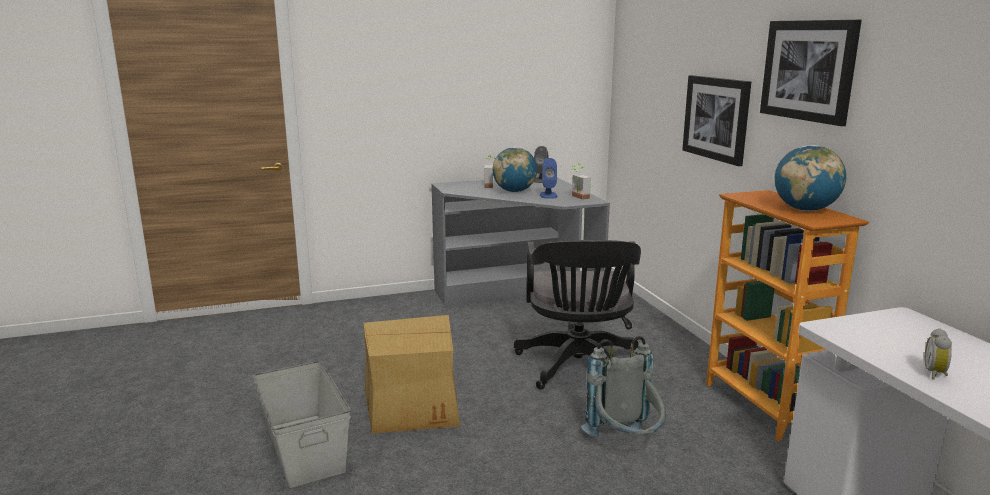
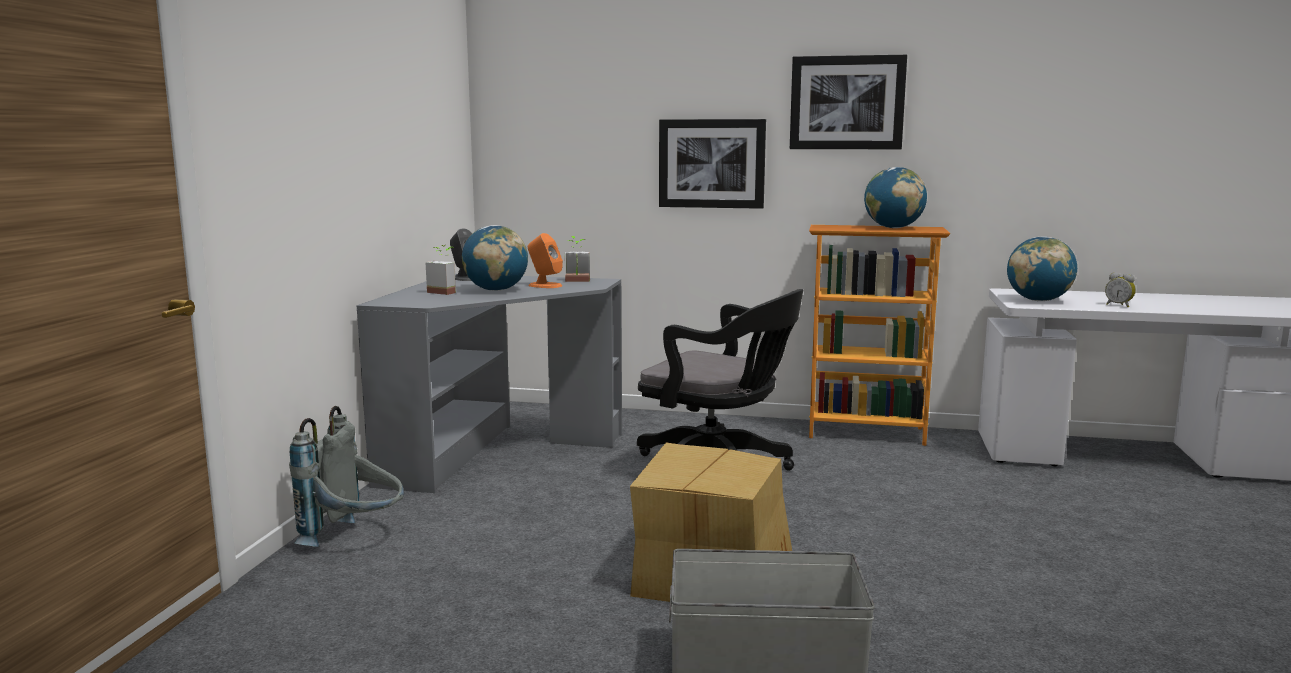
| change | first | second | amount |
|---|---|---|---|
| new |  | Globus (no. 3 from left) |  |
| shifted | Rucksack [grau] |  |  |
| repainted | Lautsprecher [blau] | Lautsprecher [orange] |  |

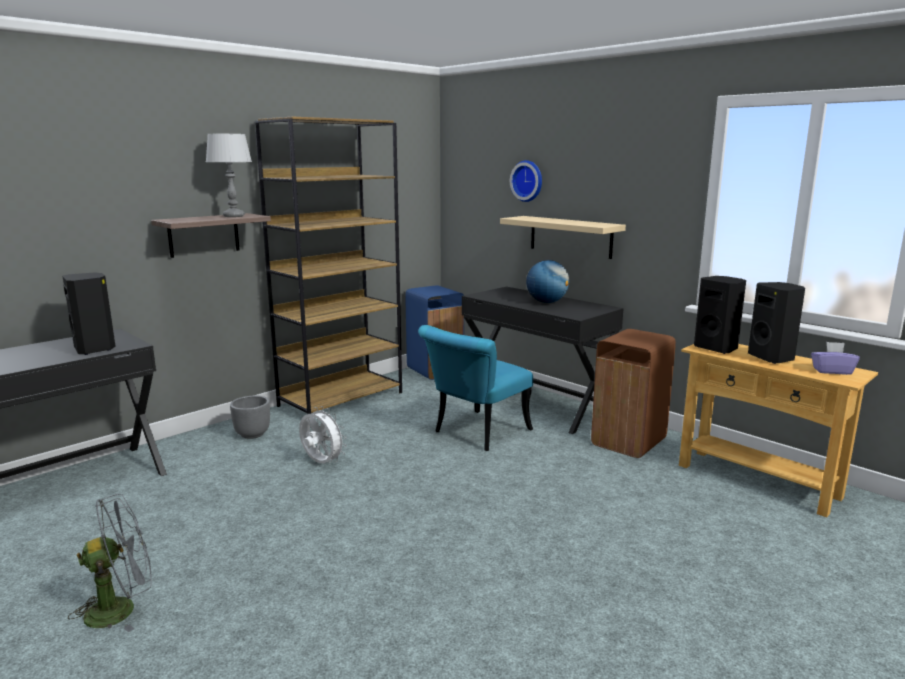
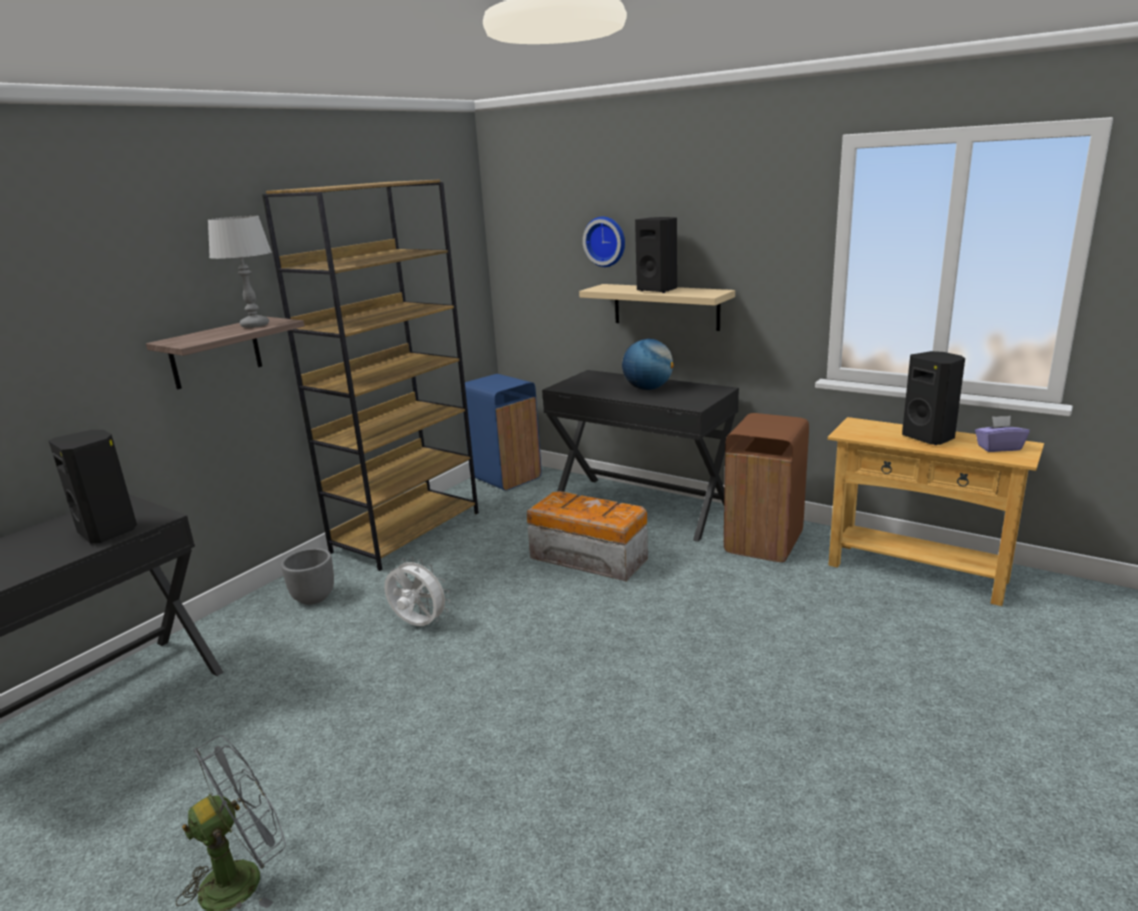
| change | first | second | amount |
|---|---|---|---|
| shifted | Lautsprecher [schwarz] (no. 2 from left) |  |  |
| swapped | Stuhl [türkis] | Aufbewahrungsbox |  |

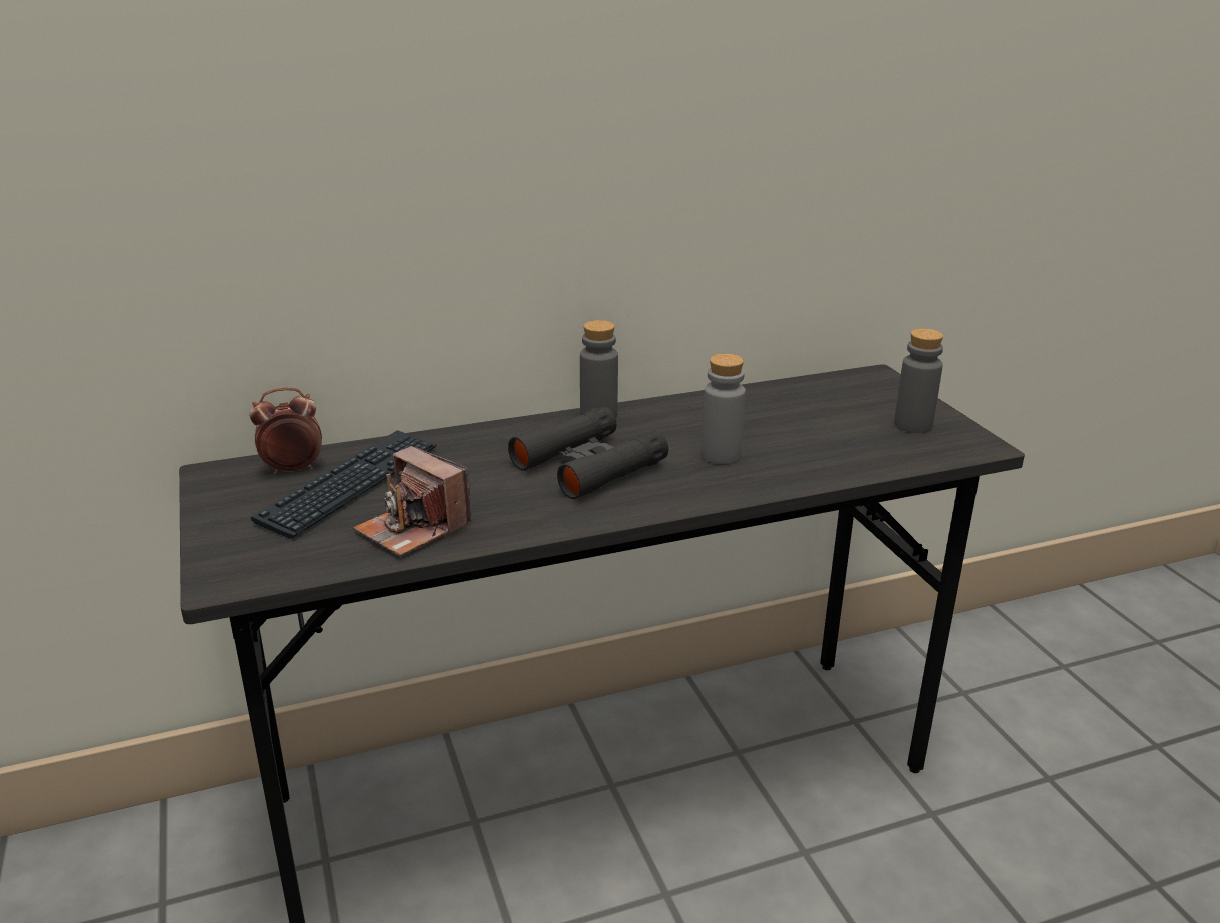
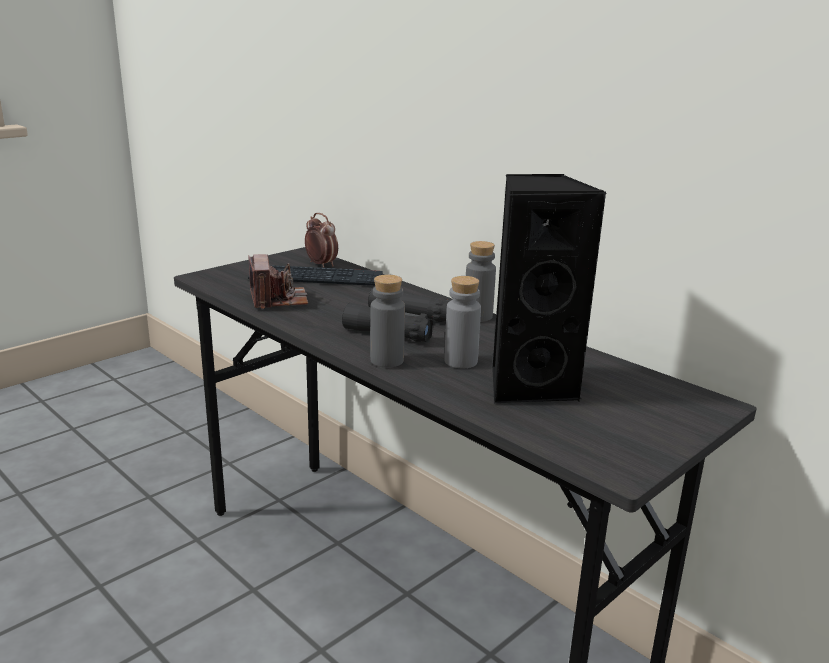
| change | first | second | amount |
|---|---|---|---|
| new |  | Lautsprecher [schwarz] |  |
| shifted | Flasche [grau] (no. 3 from left in the first image) | Flasche [grau] (no. 1 from left) |  |
| rotated | Kamera |  | 150 degrees clockwise |

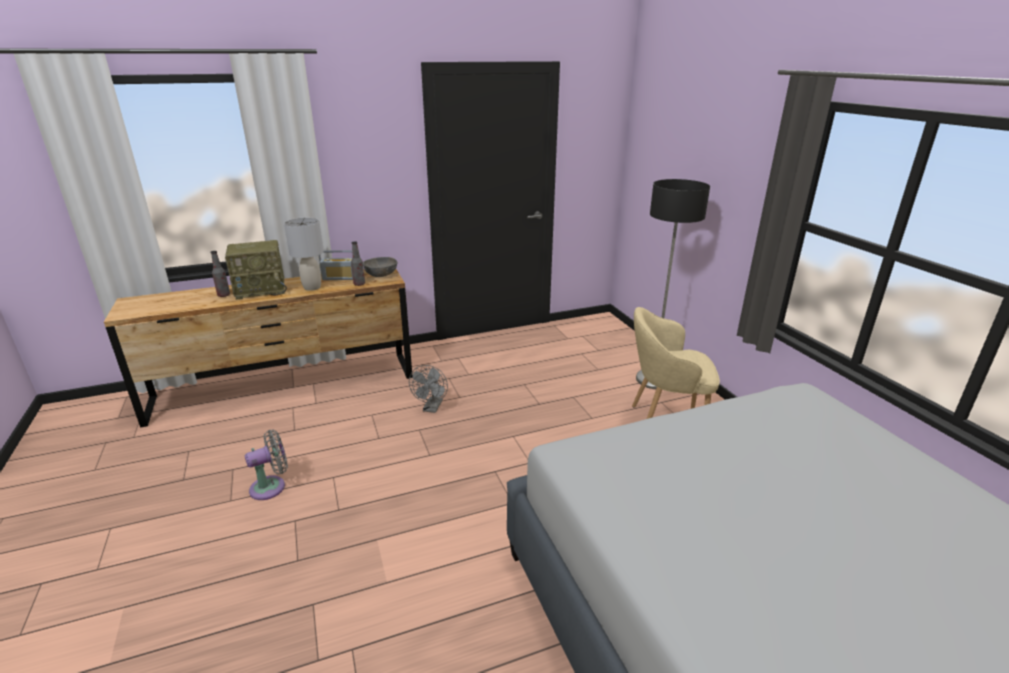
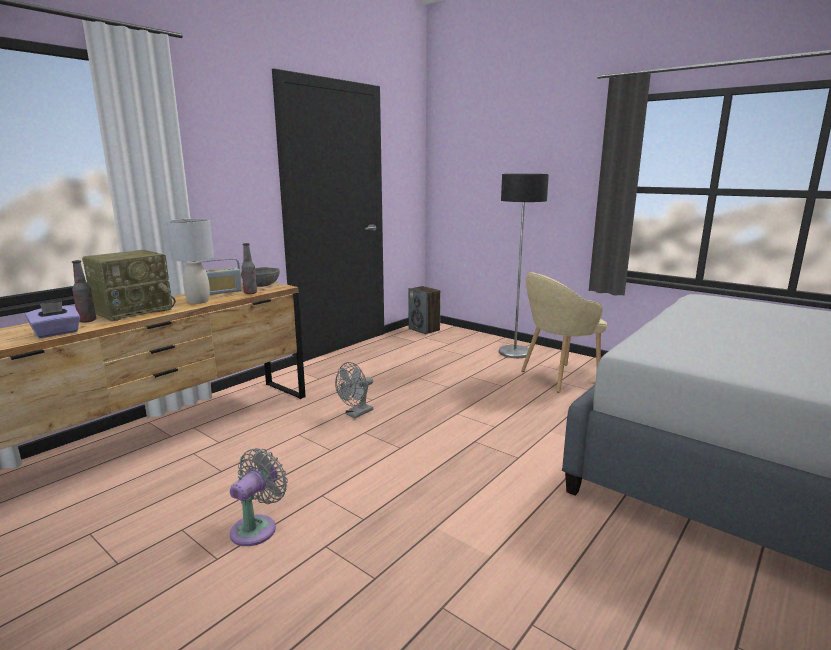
| change | first | second | amount |
|---|---|---|---|
| new |  | Taschentuchbox [lila] |  |
| new |  | Lautsprecher |  |
| rotated | Ventilator [grau] (no. 2 from left) |  | 60 degrees clockwise |

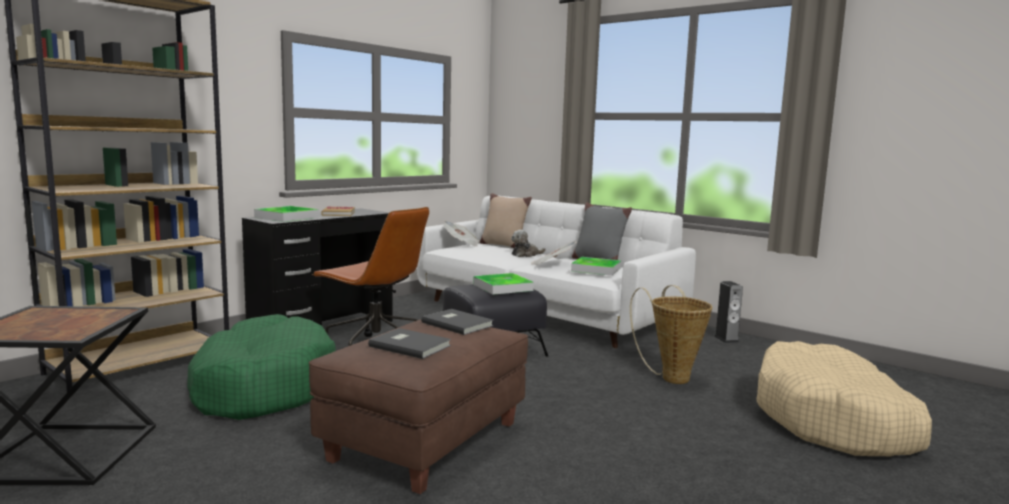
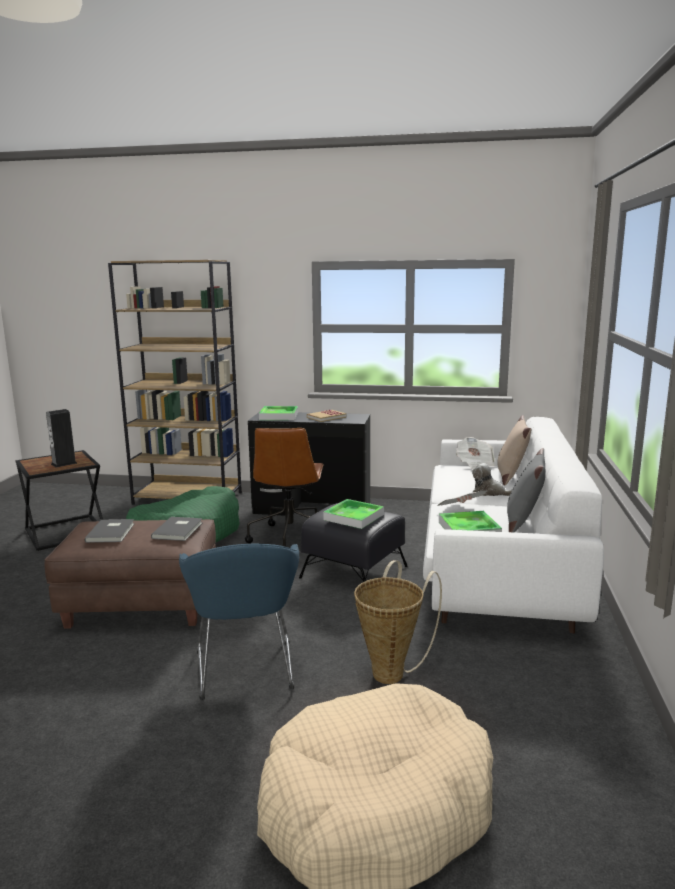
| change | first | second | amount |
|---|---|---|---|
| new |  | Sessel [blau] |  |
| shifted | Lautsprecher |  |  |

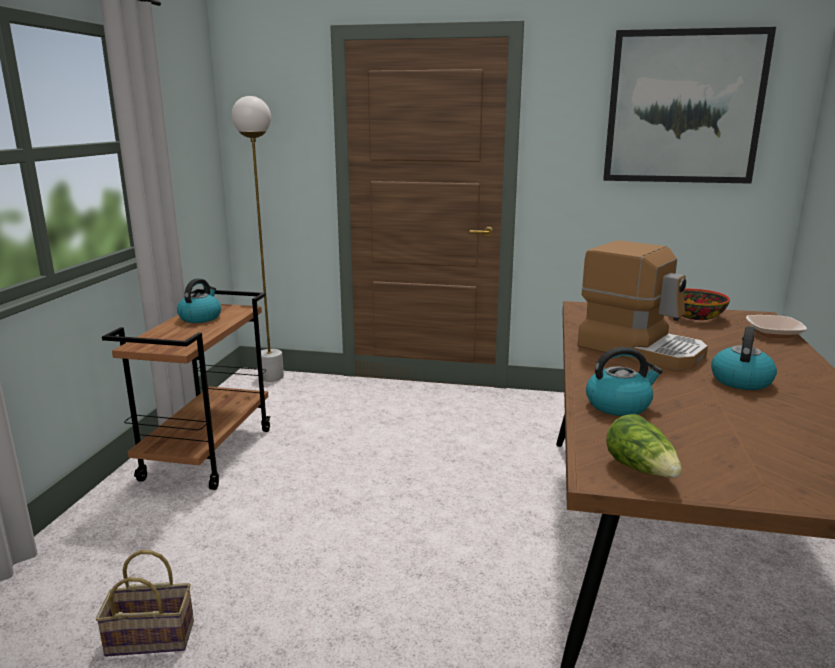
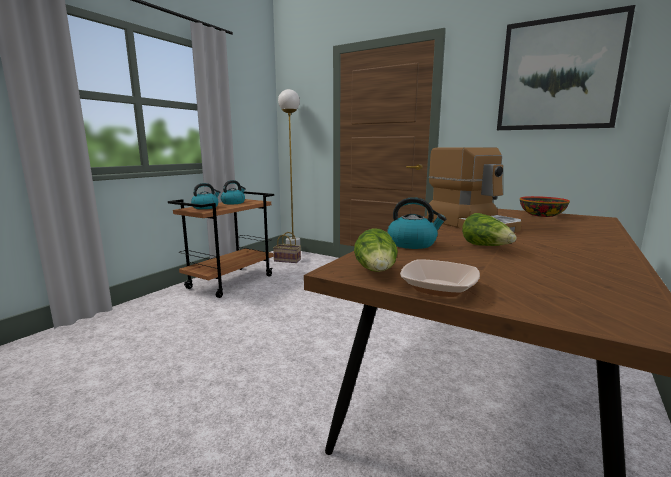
| change | first | second | amount |
|---|---|---|---|
| new |  | Salatkopf (no. 2 from left) |  |
| shifted | Korb |  |  |
| shifted | Wasserkessel (no. 3 from left in the first image) | Wasserkessel (no. 1 from left) |  |
| shifted | Schüssel (no. 2 from left in the first image) | Schüssel (no. 1 from left) |  |

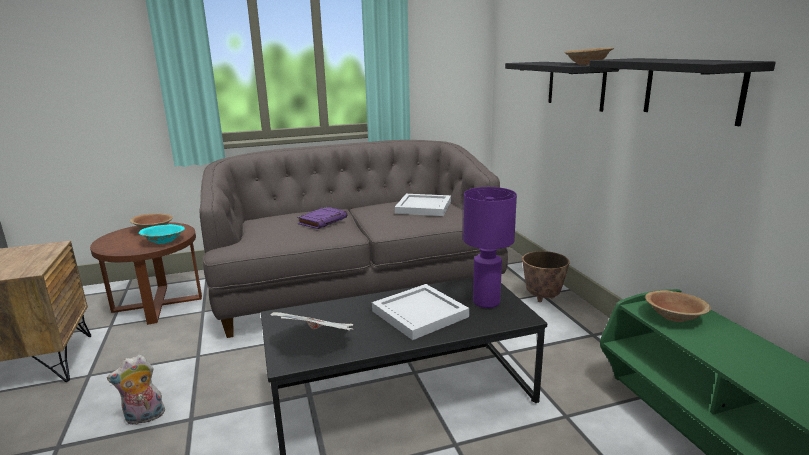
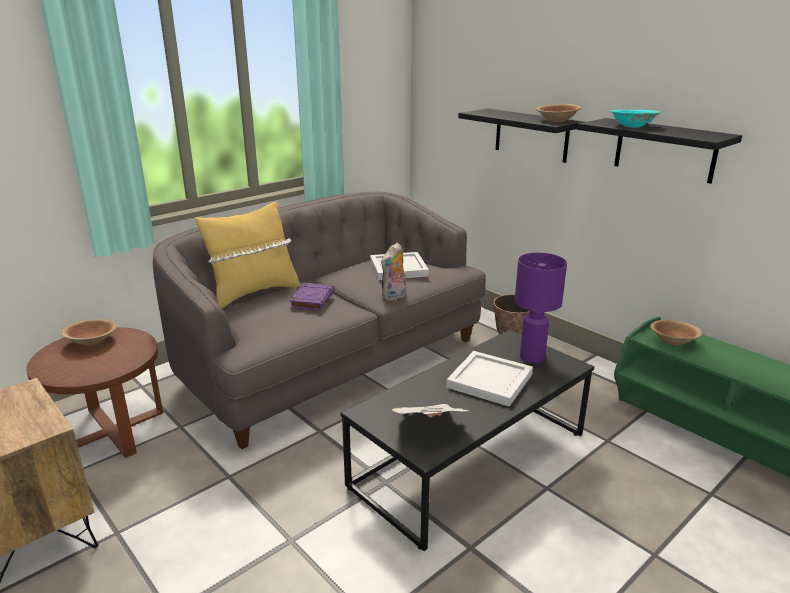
| change | first | second | amount |
|---|---|---|---|
| new |  | Kissen [gelb] |  |
| shifted | Plüschtier |  |  |
| shifted | Schüssel [türkis] |  |  |

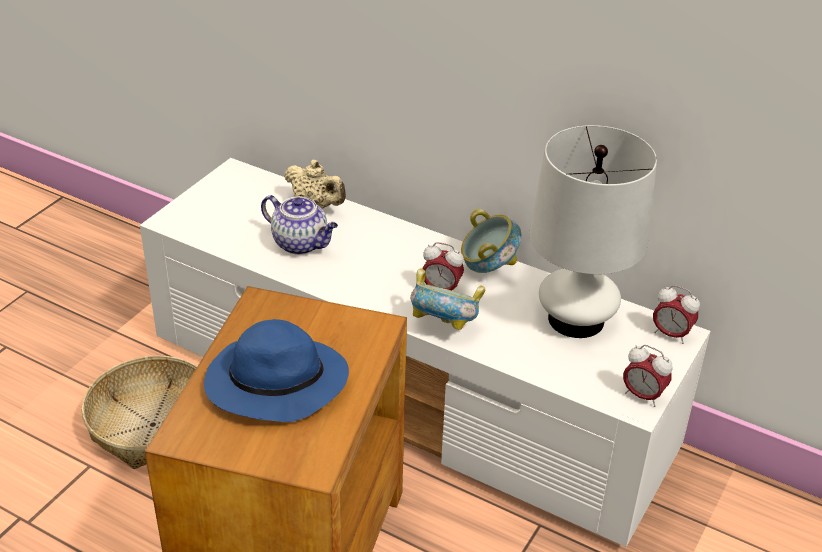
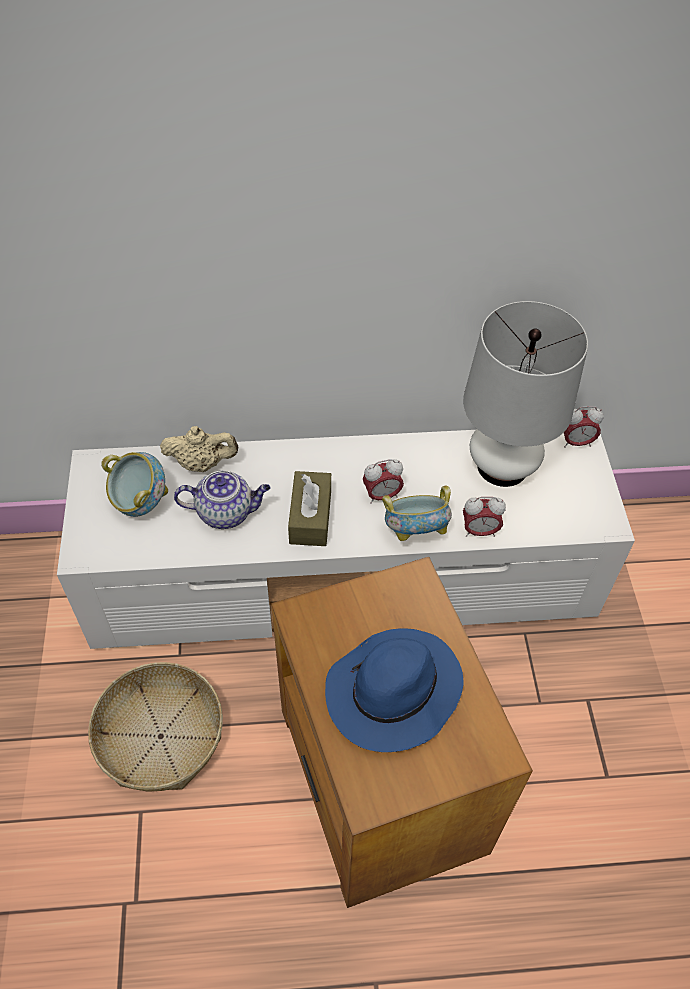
| change | first | second | amount |
|---|---|---|---|
| new |  | Taschentuchbox [braun] |  |
| shifted | Schüssel (no. 2 from left in the first image) | Schüssel (no. 1 from left) |  |
| shifted | Wecker (no. 2 from left) |  |  |

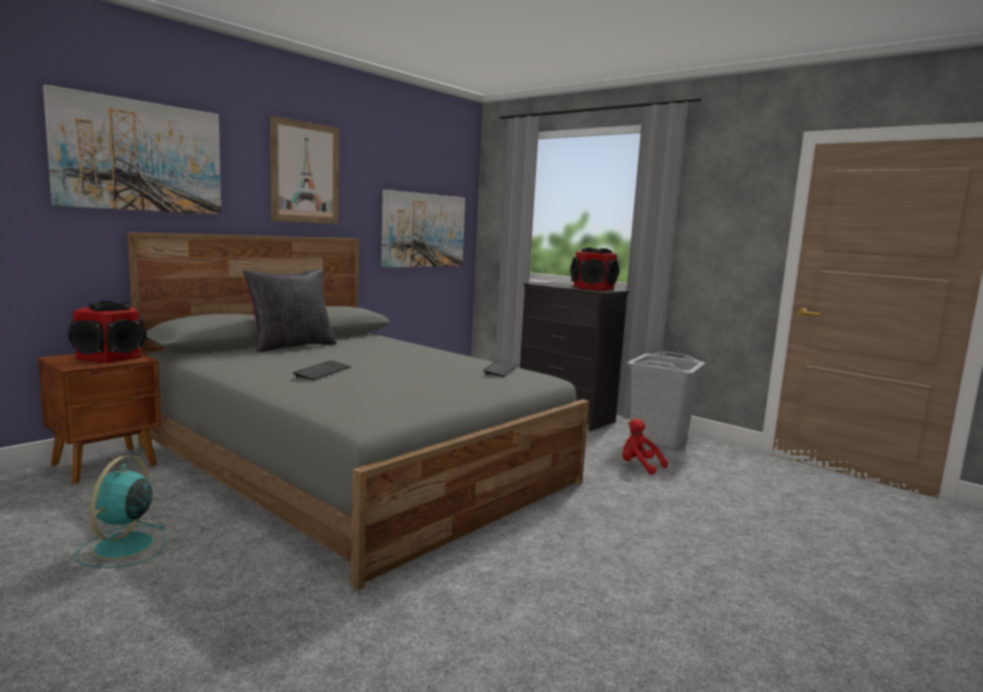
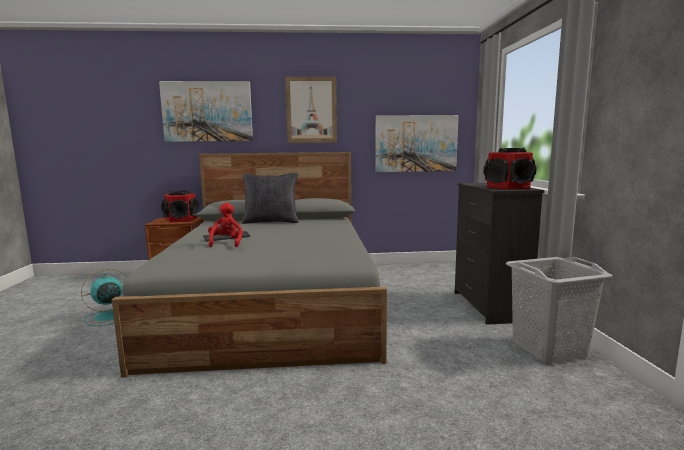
| change | first | second | amount |
|---|---|---|---|
| gone | Tastatur (no. 2 from left) |  |  |
| shifted | Plüschtier [rot] |  |  |

